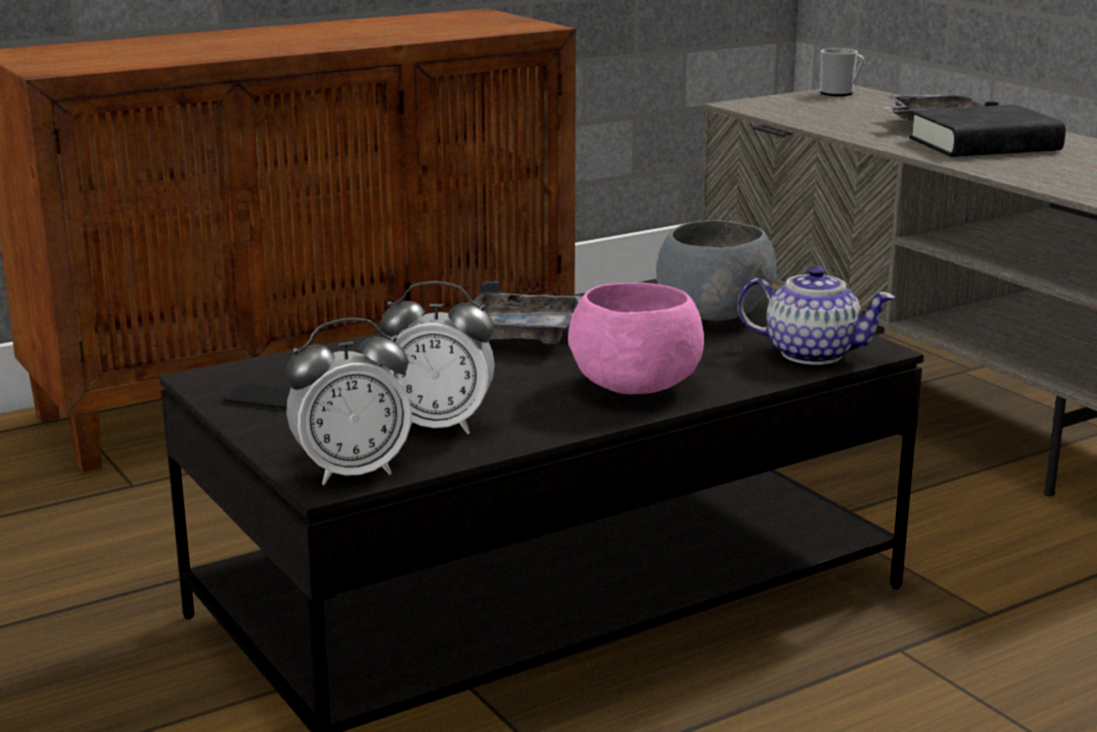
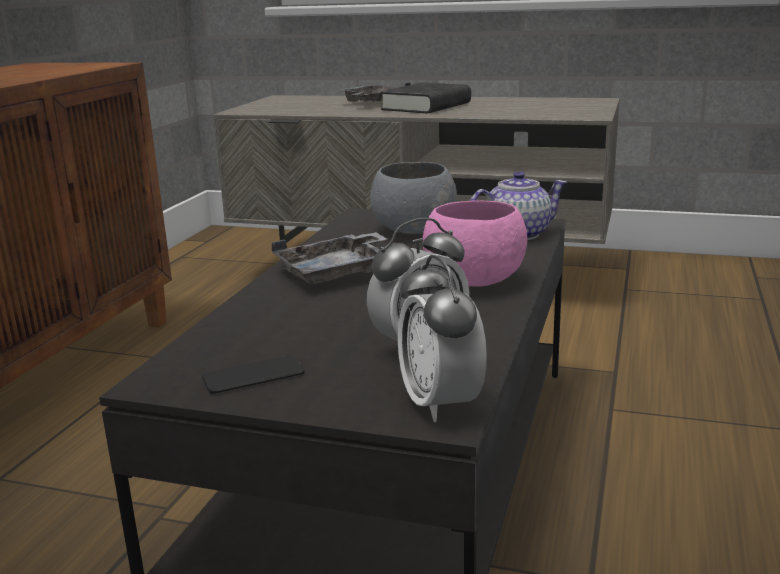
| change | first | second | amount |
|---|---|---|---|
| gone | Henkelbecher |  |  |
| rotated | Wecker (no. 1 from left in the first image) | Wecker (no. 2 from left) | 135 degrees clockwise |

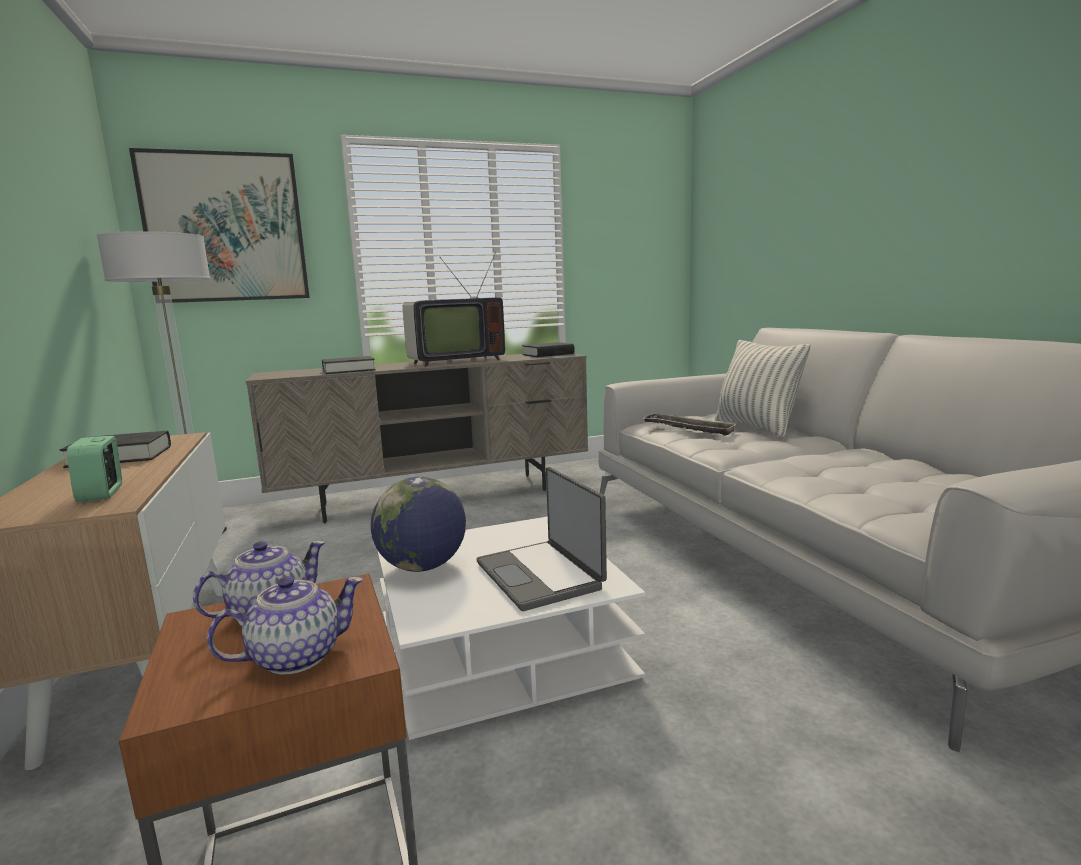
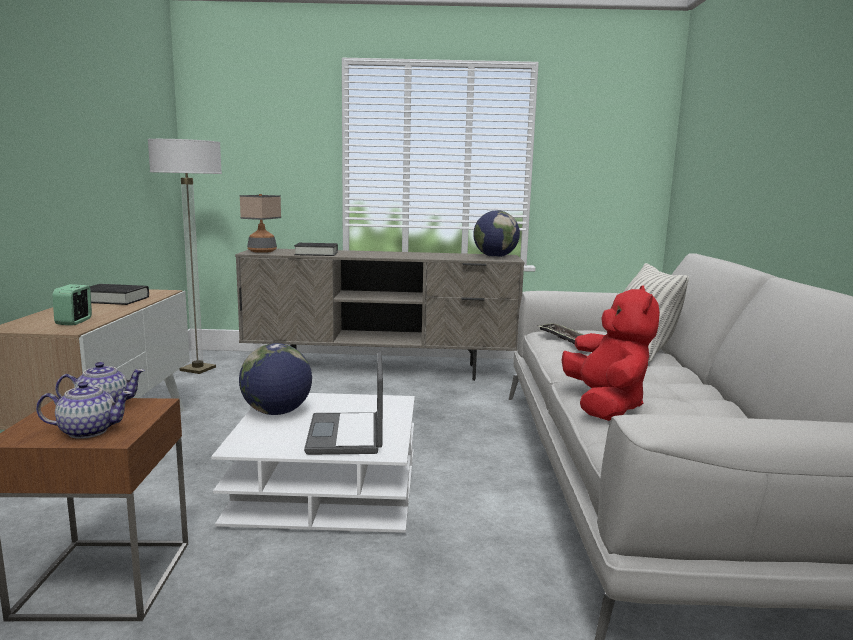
| change | first | second | amount |
|---|---|---|---|
| gone | Bild |  |  |
| gone | Fernseher |  |  |
| new |  | Tischlampe |  |
| new |  | Plüschtier [rot] |  |
| swapped | Buch [schwarz] (no. 3 from left) | Globus (no. 2 from left) |  |

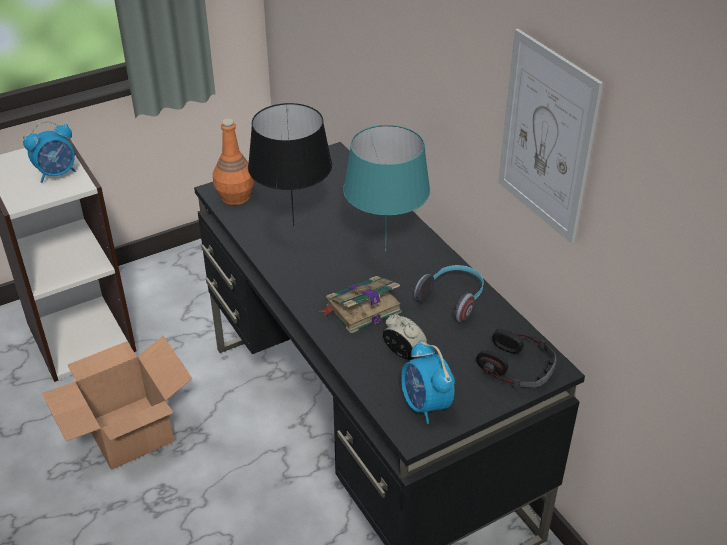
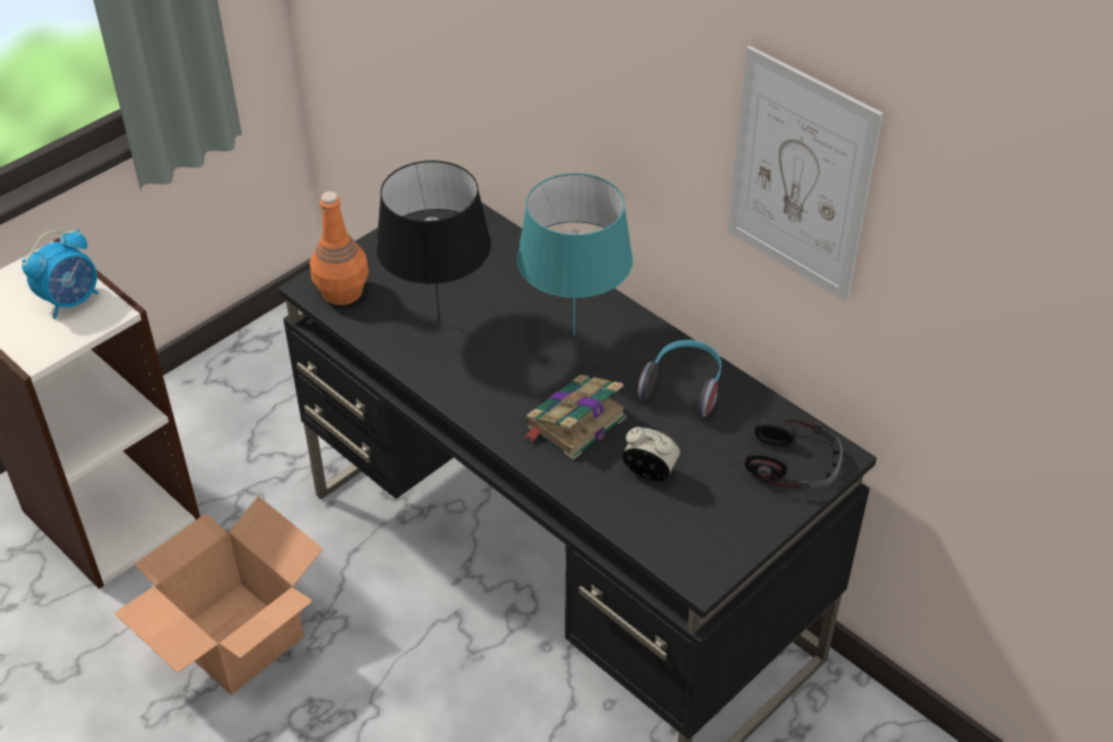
| change | first | second | amount |
|---|---|---|---|
| gone | Wecker (no. 3 from left) |  |  |

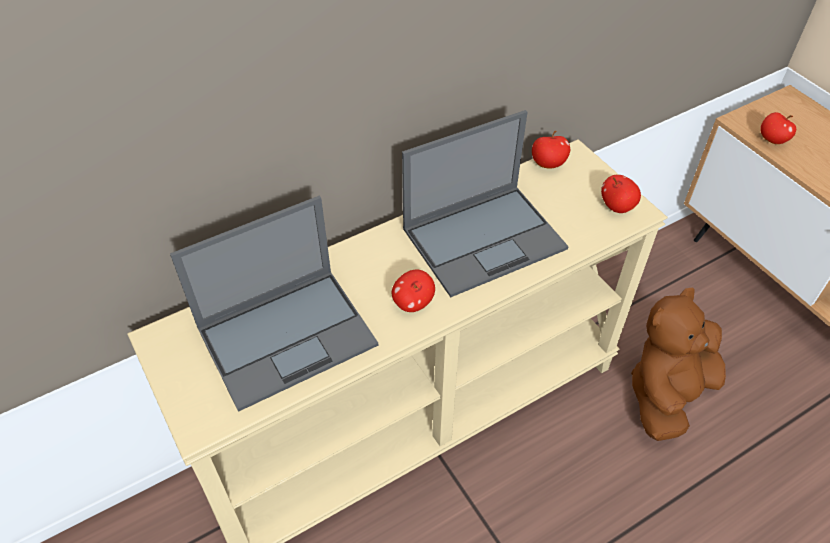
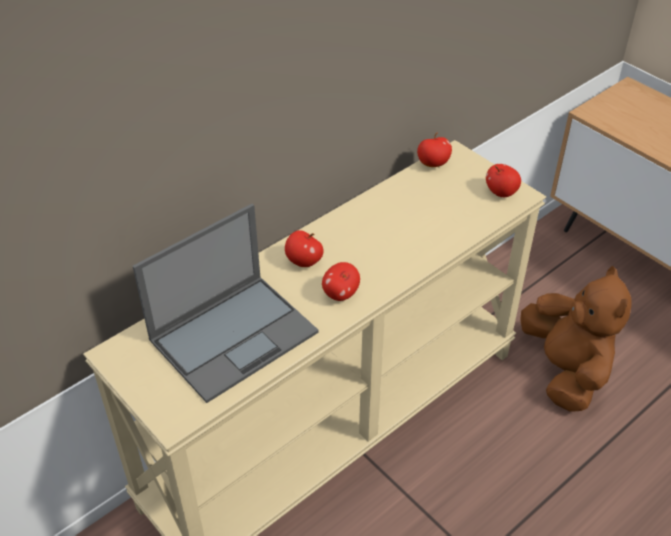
| change | first | second | amount |
|---|---|---|---|
| gone | Laptop (no. 2 from left) |  |  |
| shifted | Apfel (no. 4 from left in the first image) | Apfel (no. 1 from left) |  |
| rotated | Plüschtier [braun] |  | 135 degrees clockwise |

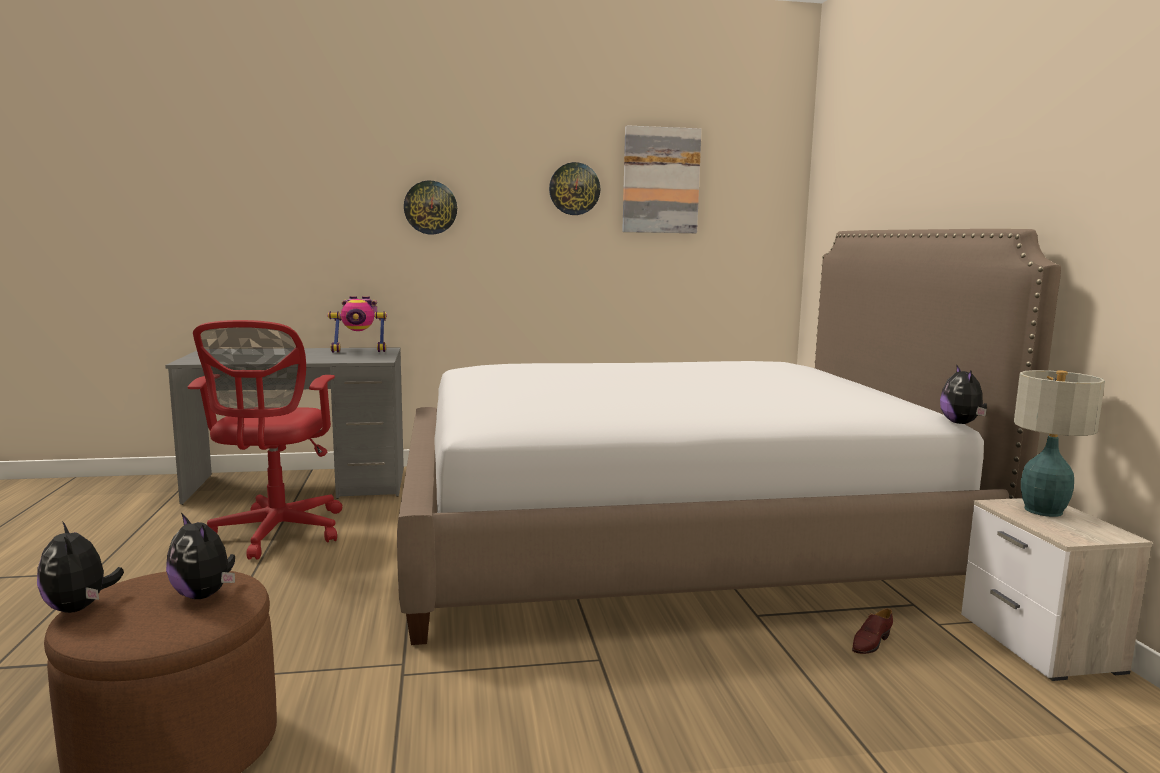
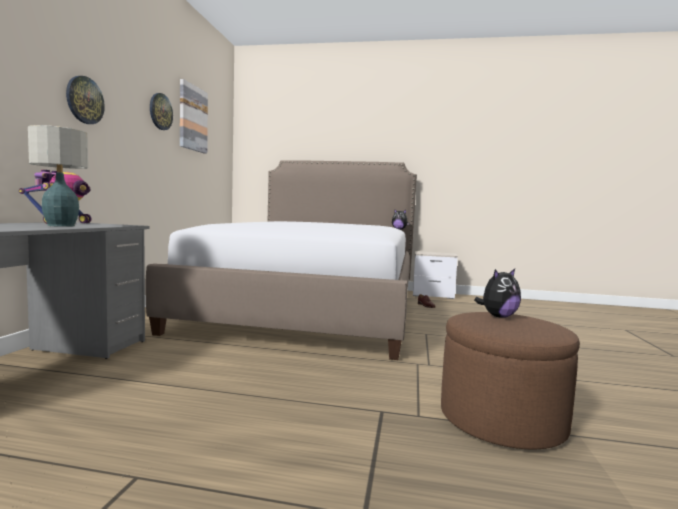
| change | first | second | amount |
|---|---|---|---|
| gone | Plüschtier (no. 1 from left) |  |  |
| gone | Bürostuhl [rot] |  |  |
| shifted | Tischlampe |  |  |

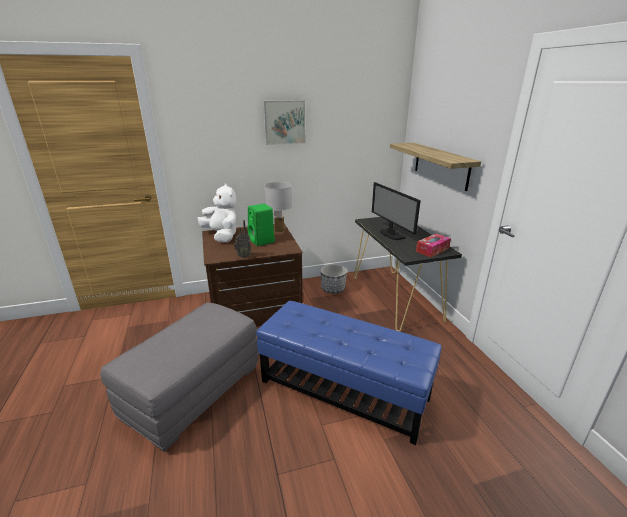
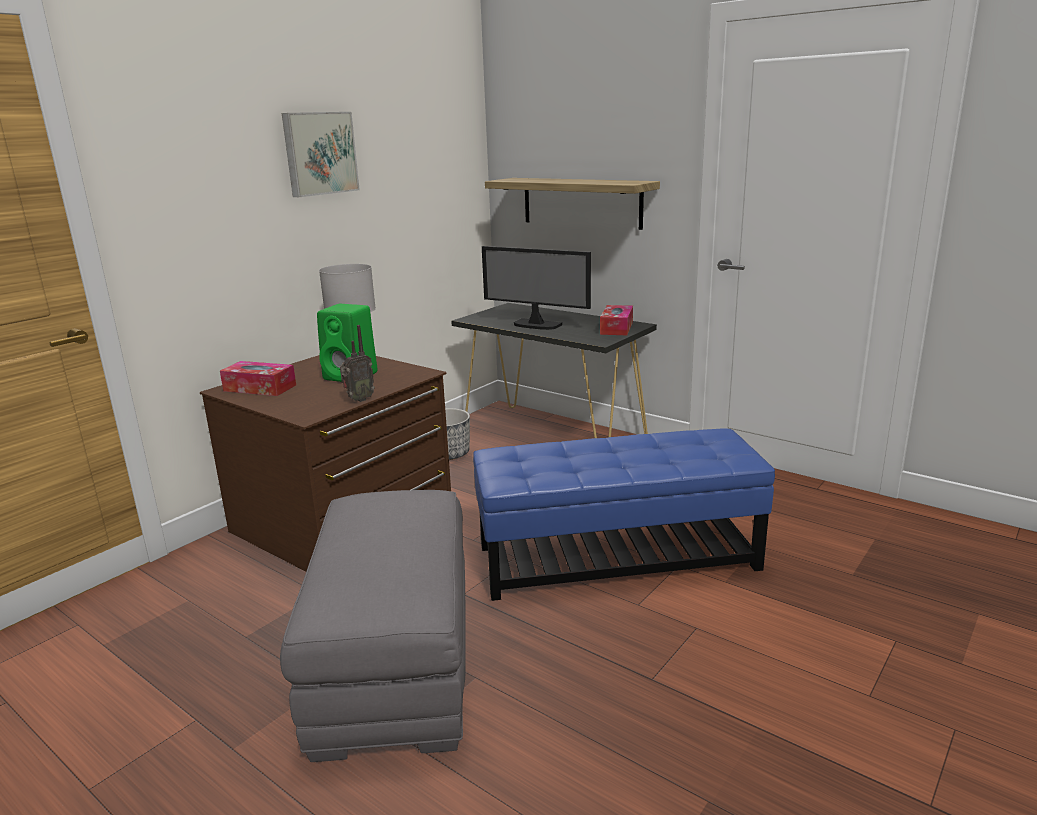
| change | first | second | amount |
|---|---|---|---|
| swapped | Plüschtier [weiß] | Taschentuchbox (no. 1 from left) |  |

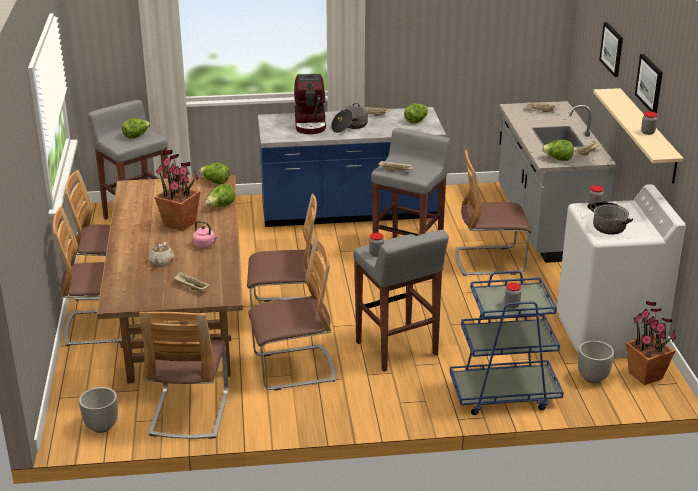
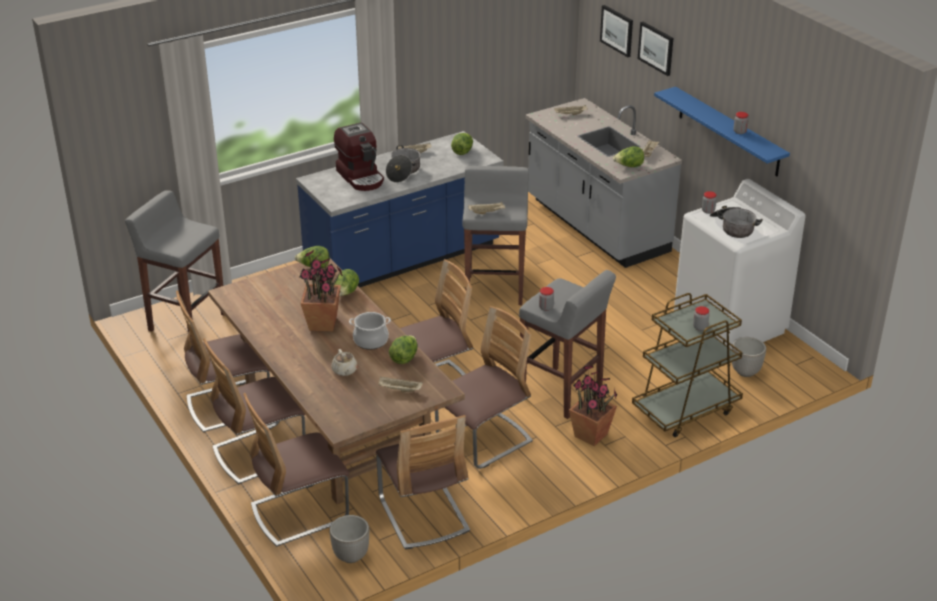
| change | first | second | amount |
|---|---|---|---|
| shifted | Salatkopf (no. 1 from left in the first image) | Salatkopf (no. 3 from left) |  |
| shifted | Stuhl (no. 6 from left in the first image) | Stuhl (no. 3 from left) |  |
| shifted | Topfpflanze (no. 2 from left) |  |  |
| shifted | Bild (no. 2 from left in the first image) | Bild (no. 1 from left) |  |
| swapped | Wasserkessel [rosa] | Kochtopf (no. 1 from left) |  |
| repainted | Rollwagen [blau] | Rollwagen [braun] |  |
| repainted | Wandregal [beige] | Wandregal [blau] |  |

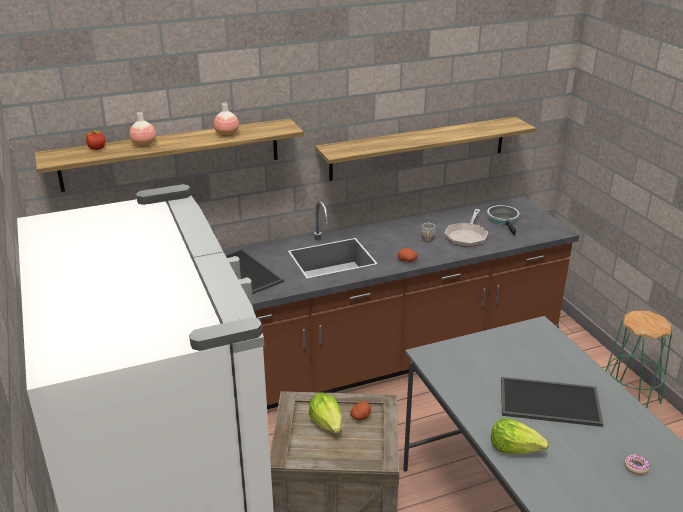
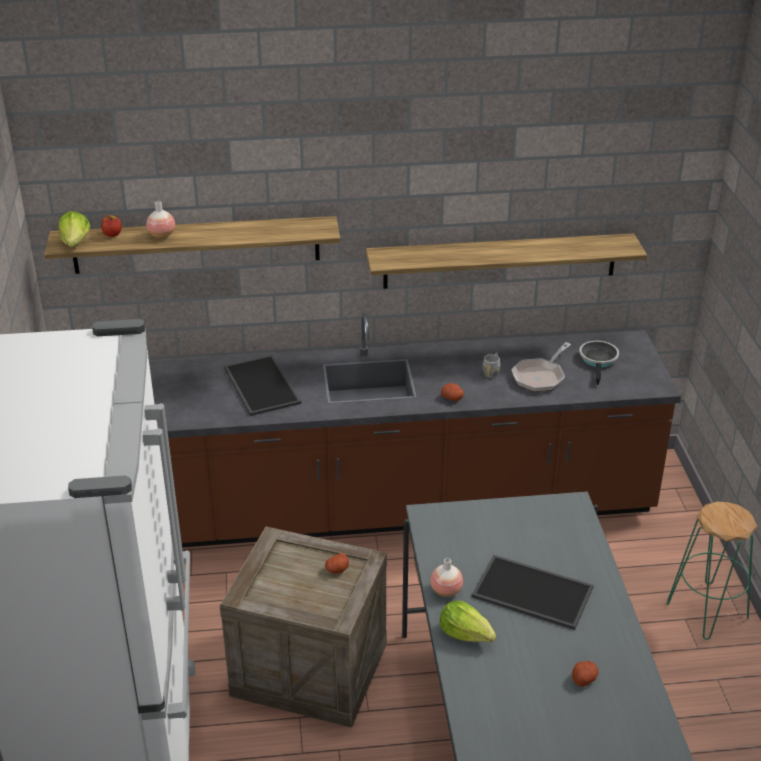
| change | first | second | amount |
|---|---|---|---|
| shifted | Vase (no. 2 from left) |  |  |
| shifted | Salatkopf (no. 1 from left) |  |  |
| swapped | Donut | Kartoffel (no. 3 from left) |  |

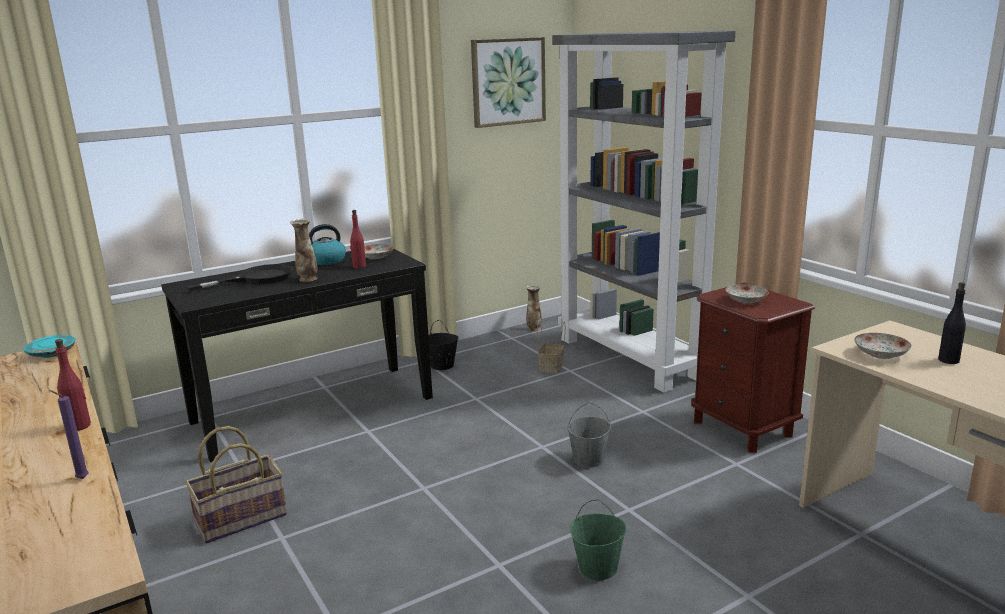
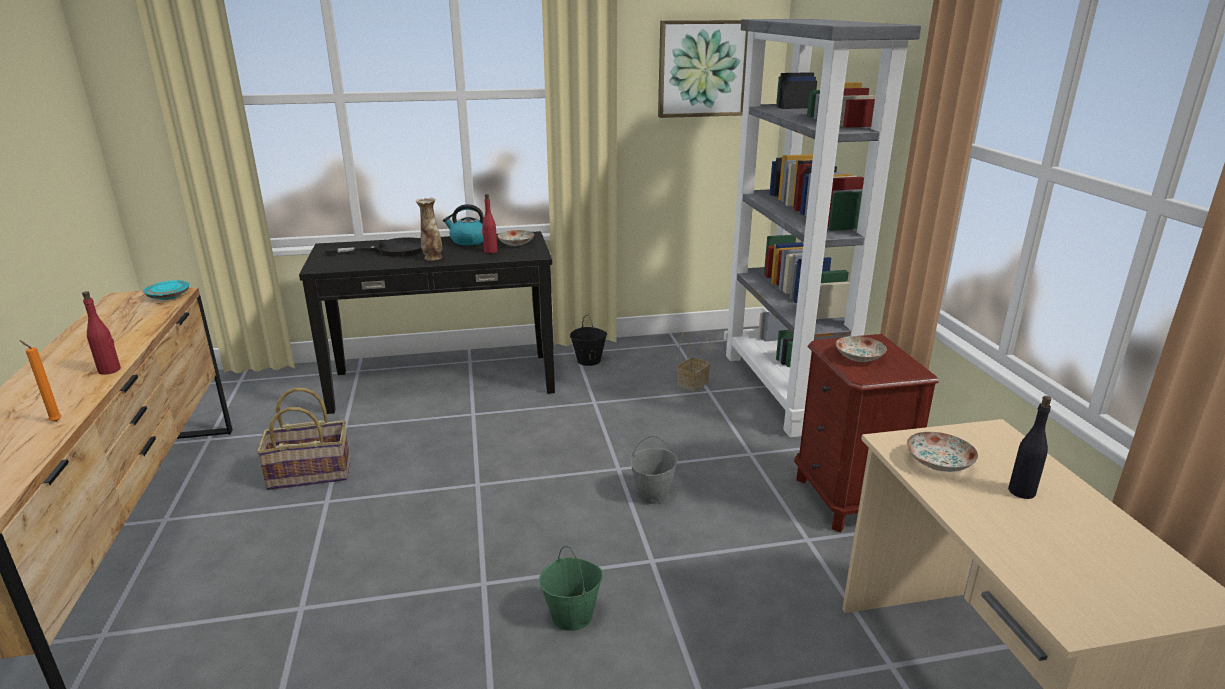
| change | first | second | amount |
|---|---|---|---|
| gone | Vase (no. 2 from left) |  |  |
| repainted | Kerze [lila] | Kerze [orange] |  |

